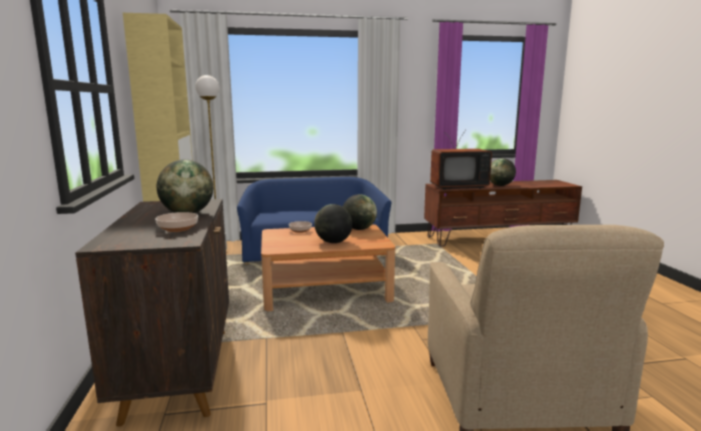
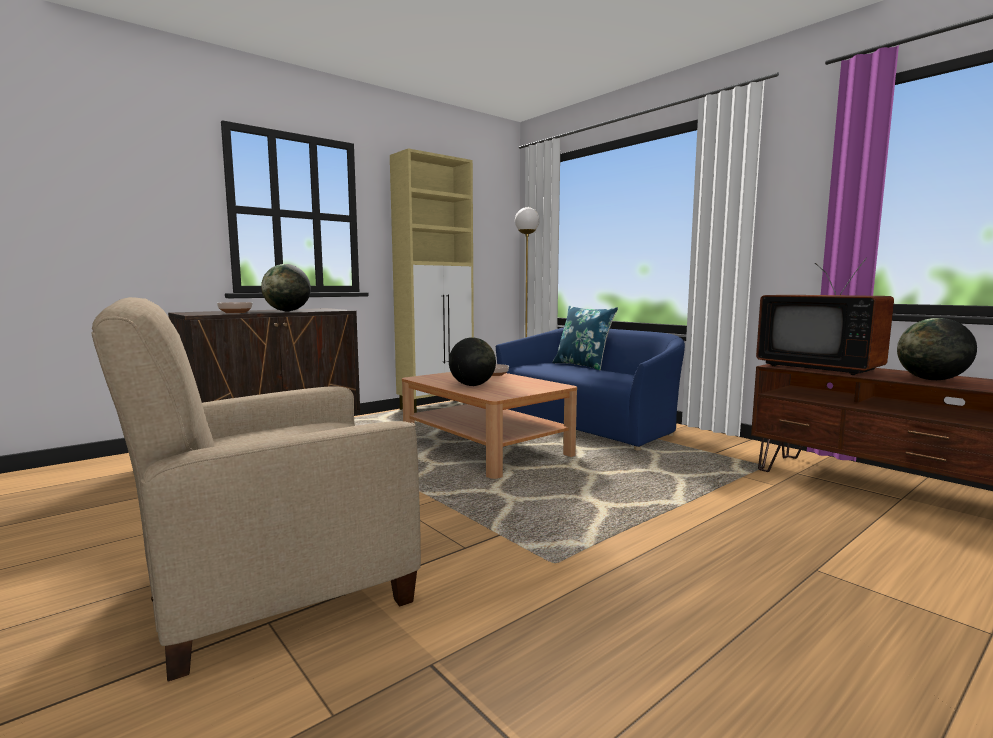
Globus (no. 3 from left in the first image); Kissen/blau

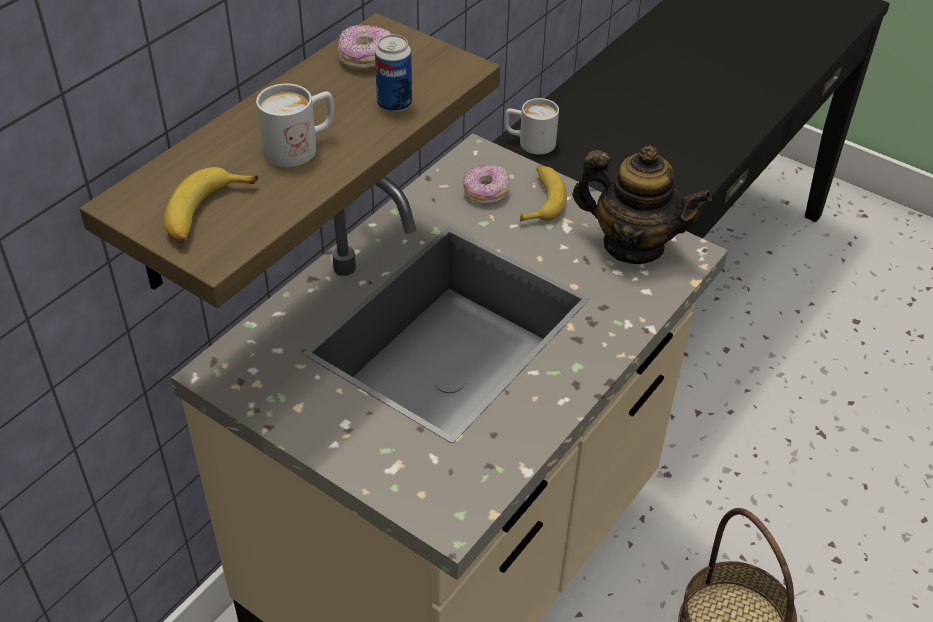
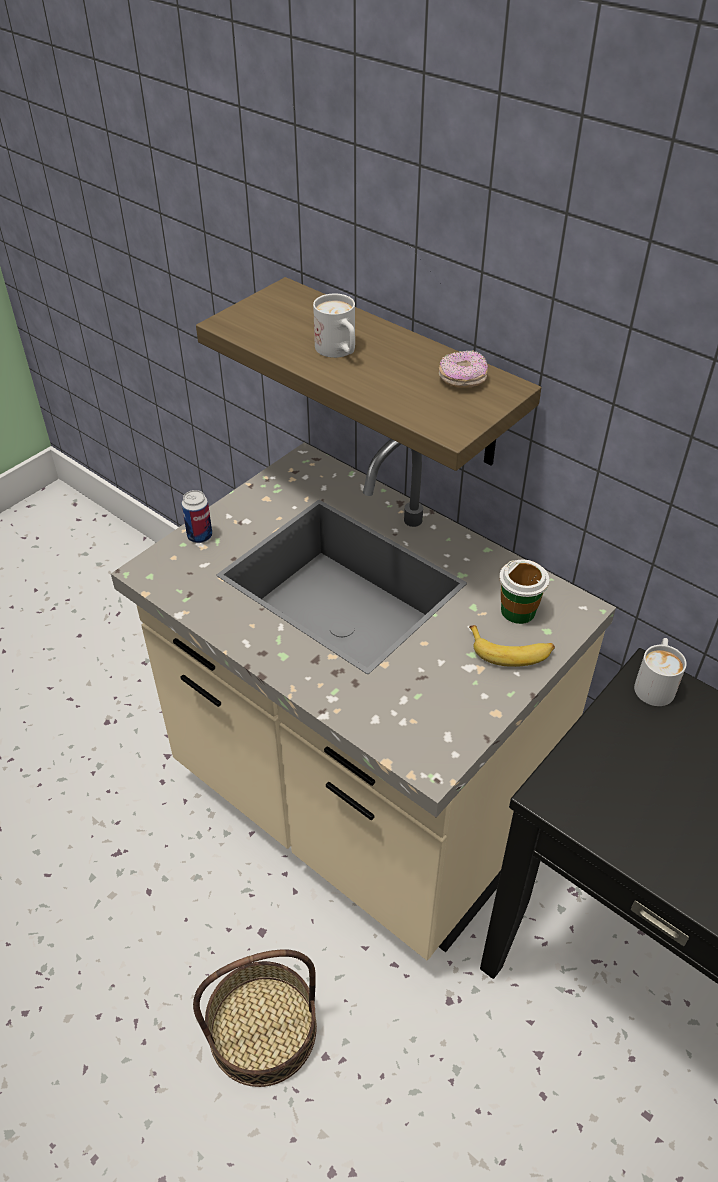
Dose; Teekanne; Tasse; Banane (no. 1 from left in the first image)

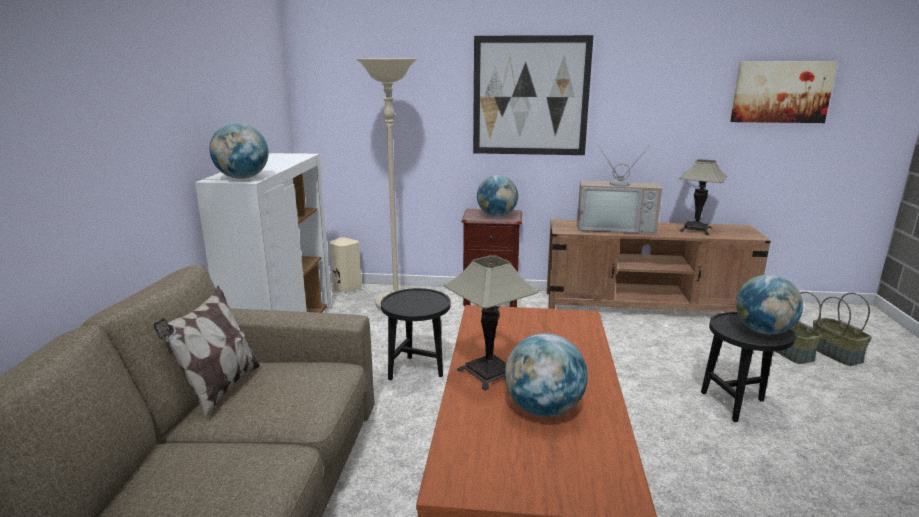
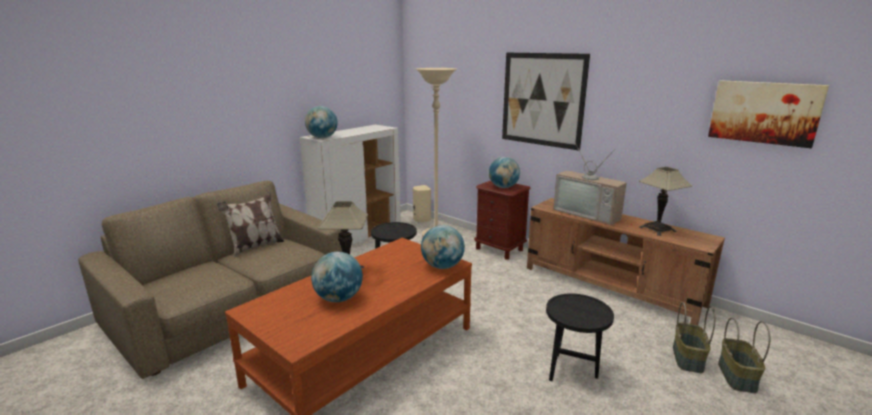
Globus (no. 3 from left)

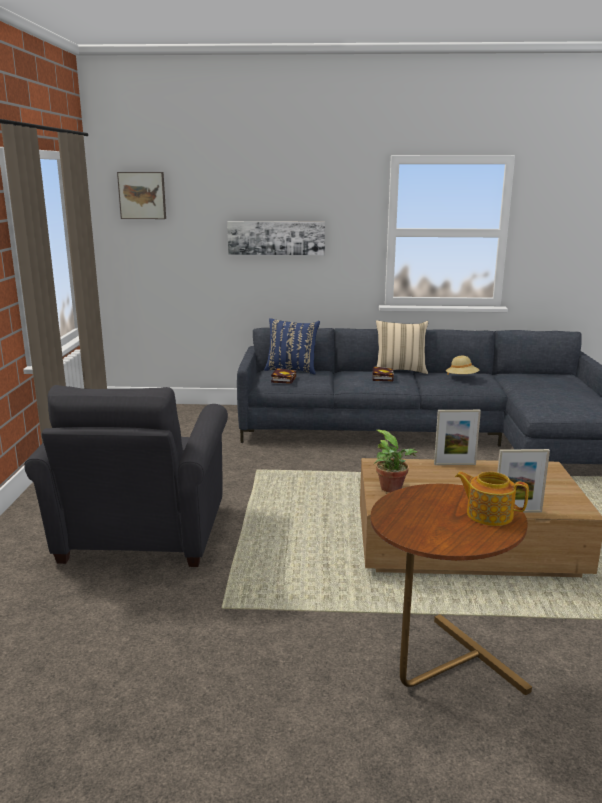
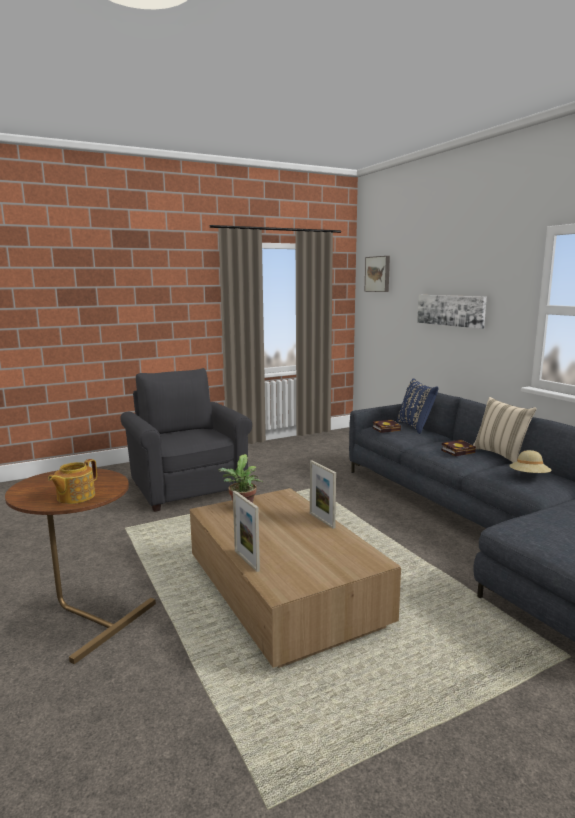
Sessel/grau; Teekanne

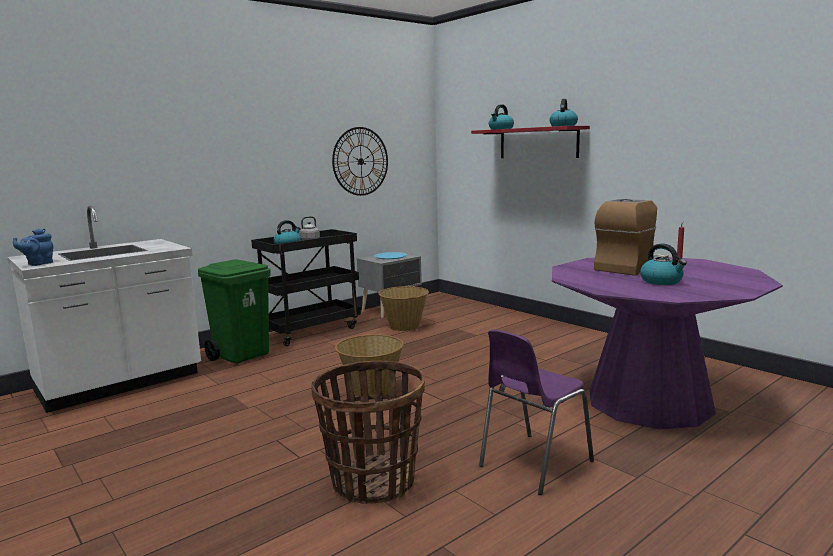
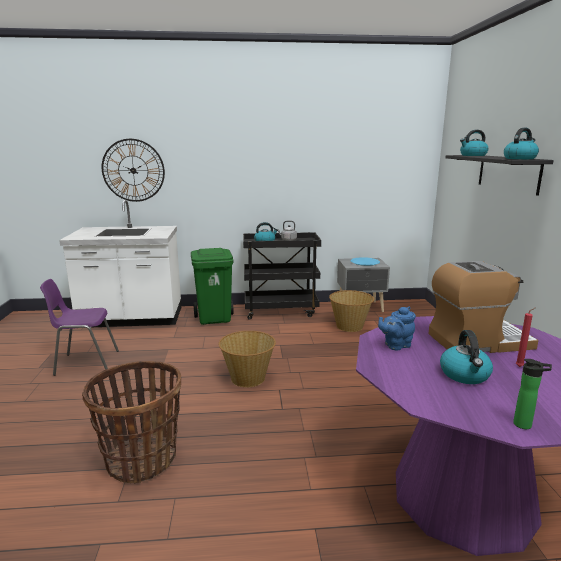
Wandregal/schwarz; Wanduhr; Teekanne/blau; Stuhl/lila; Flasche

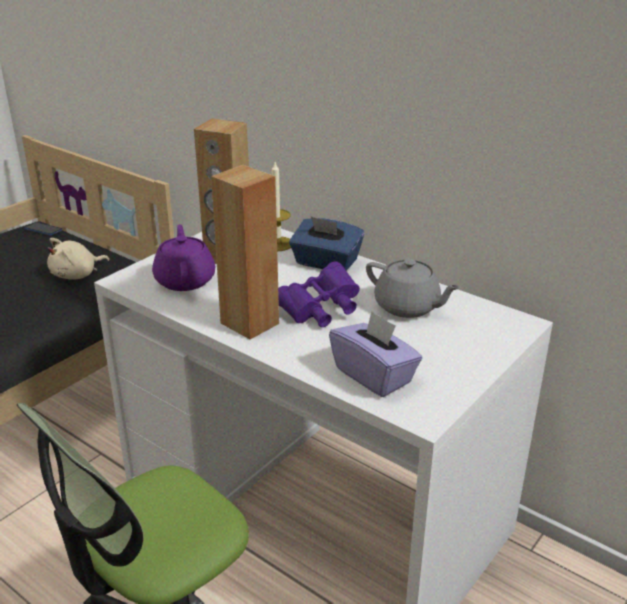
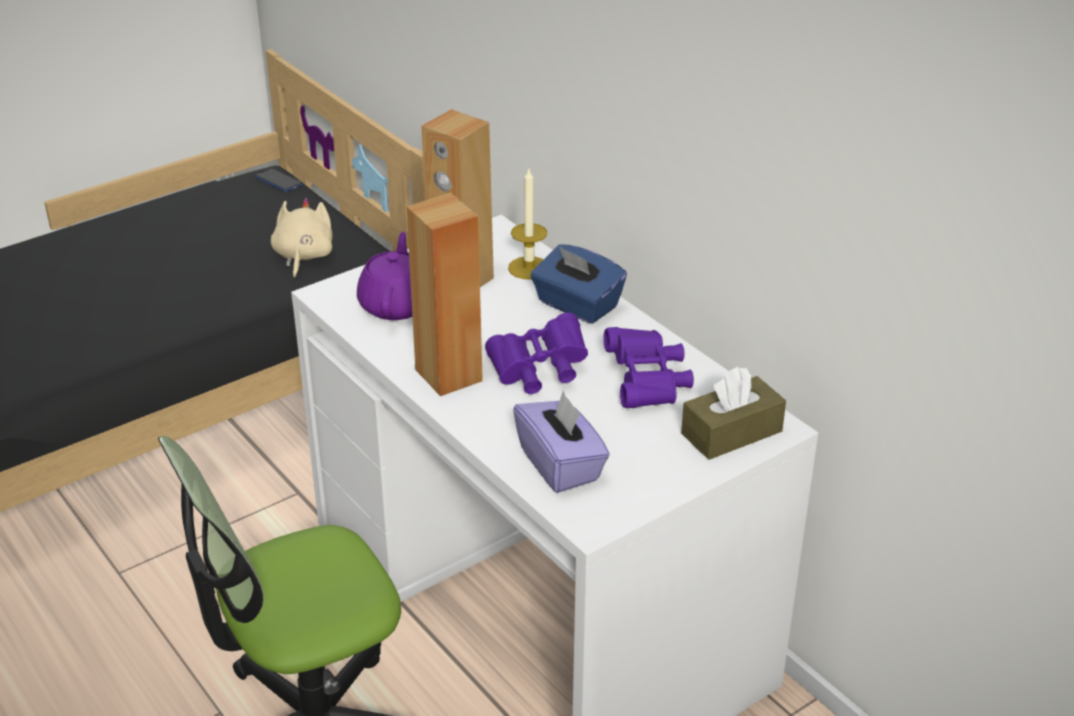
Plüschtier/beige; Fernglas/lila (no. 2 from left); Taschentuchbox/braun

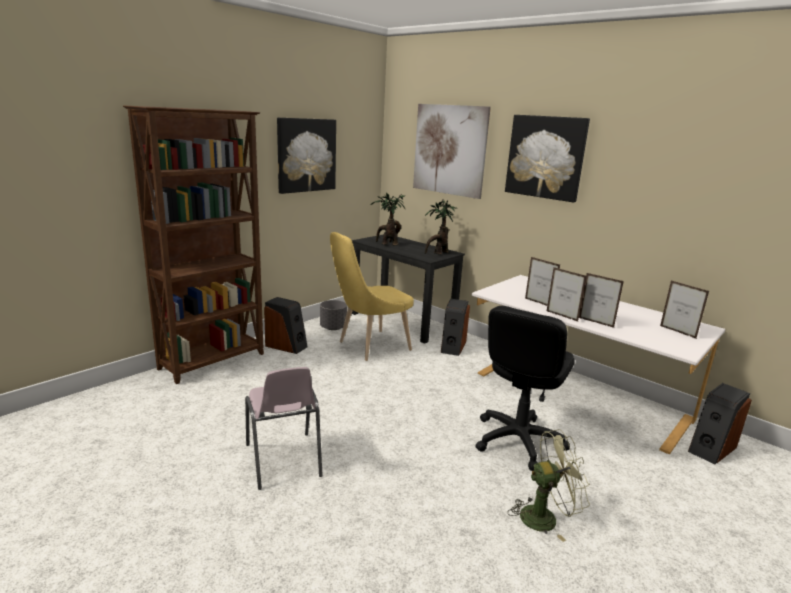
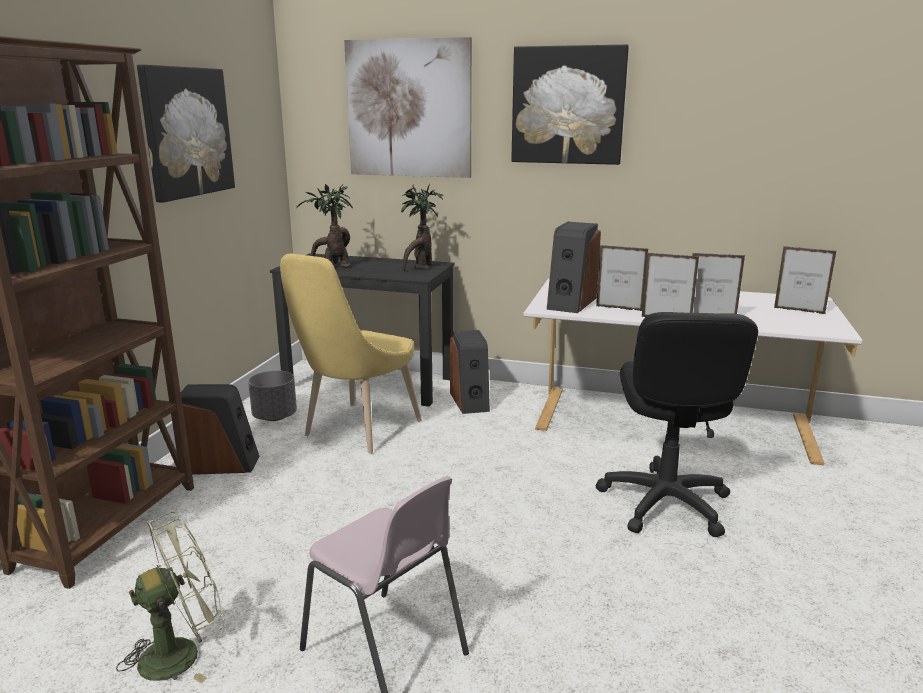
Lautsprecher (no. 3 from left); Ventilator/grün

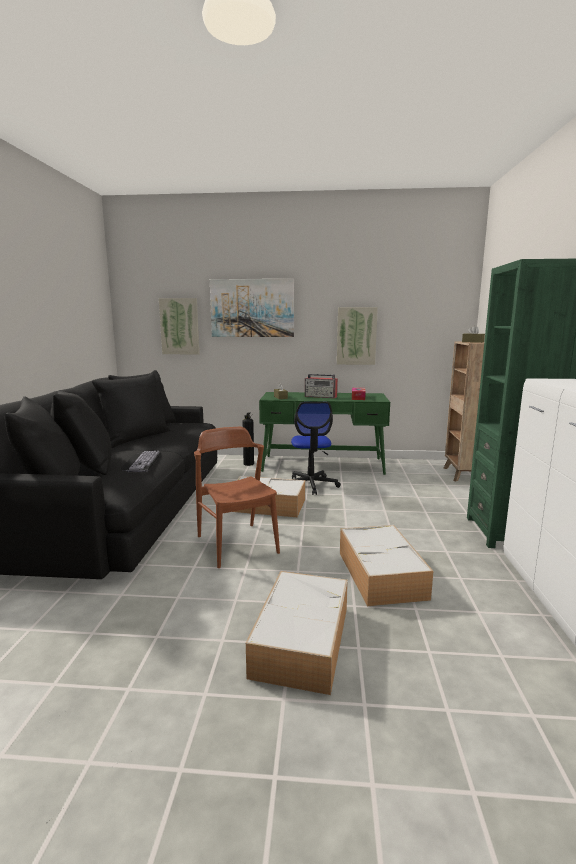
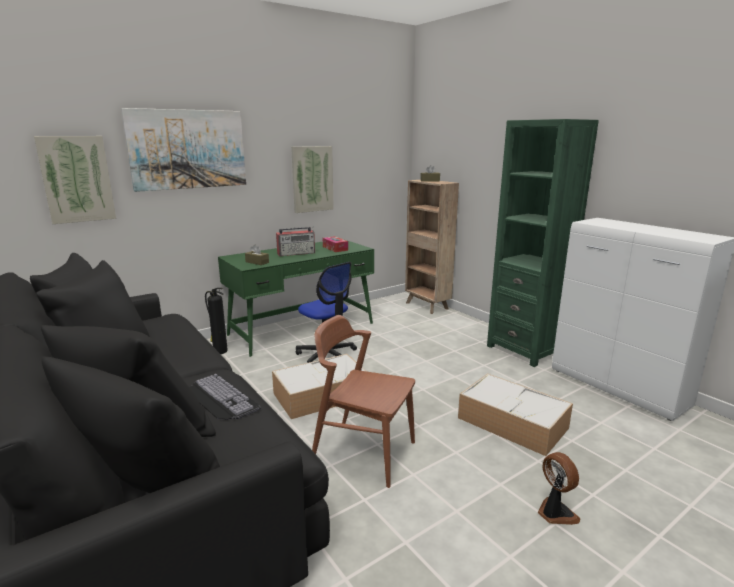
Ventilator

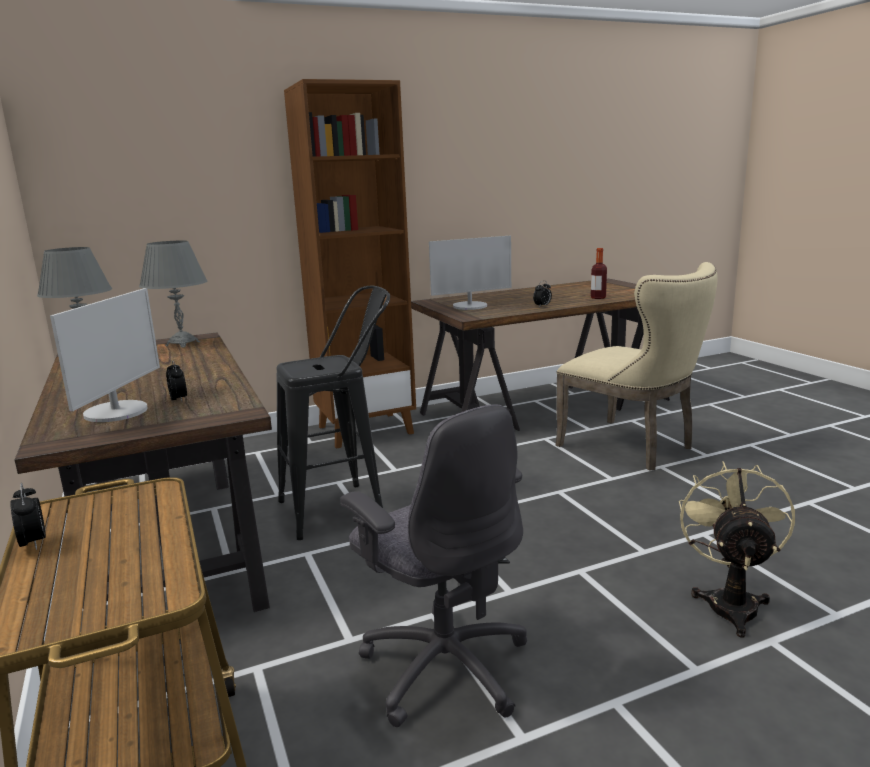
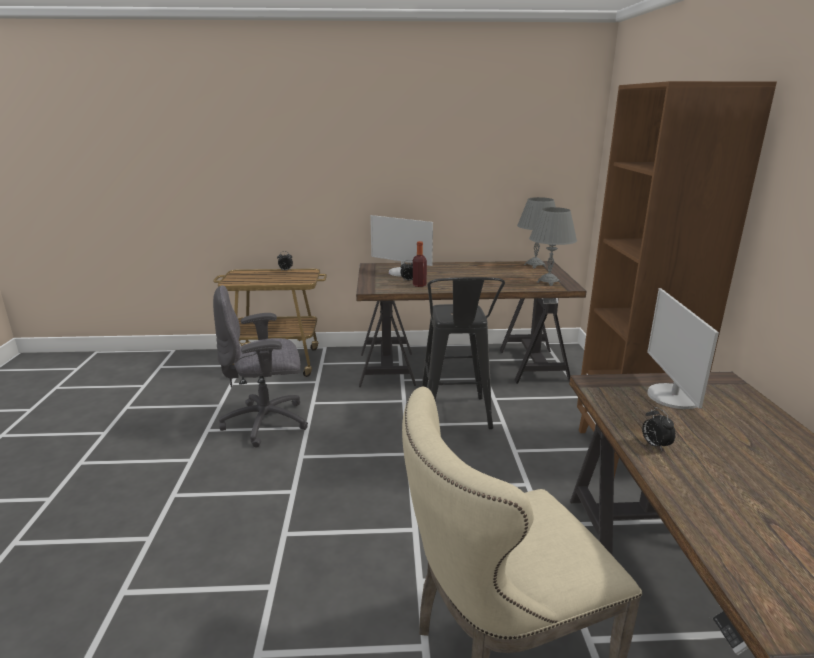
Flasche; Ventilator/beige

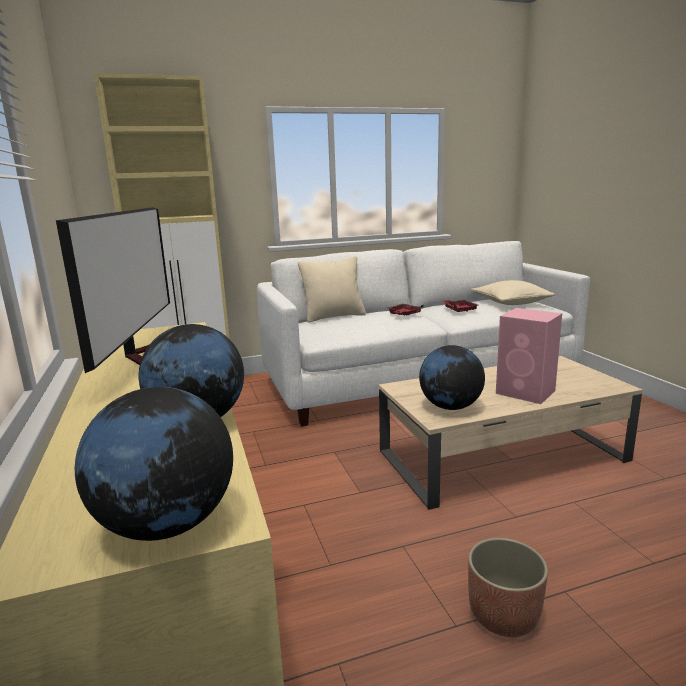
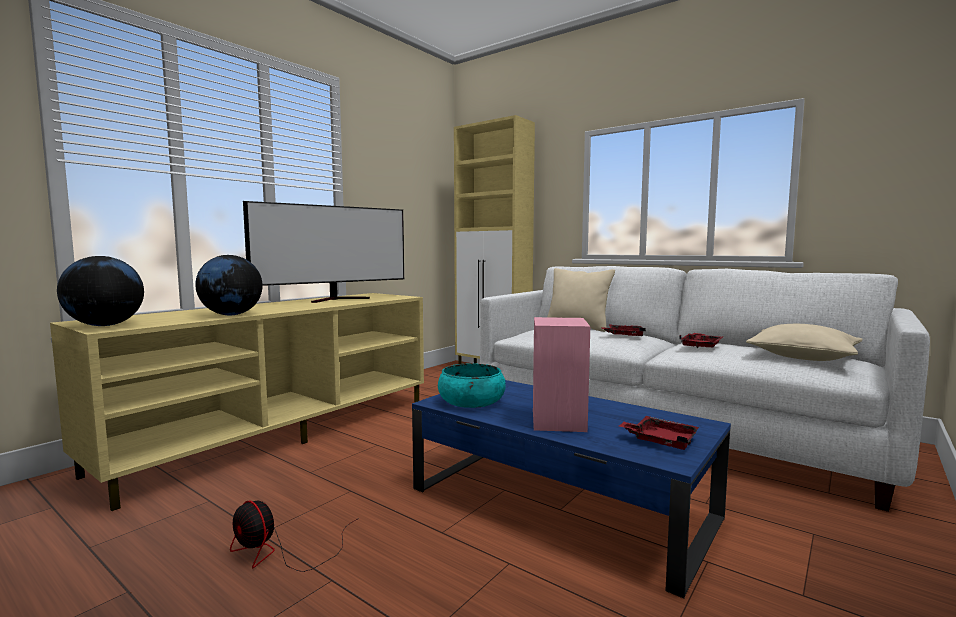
Schüssel/türkis; Couchtisch/blau; Ventilator; Tablett/rot (no. 2 from left)

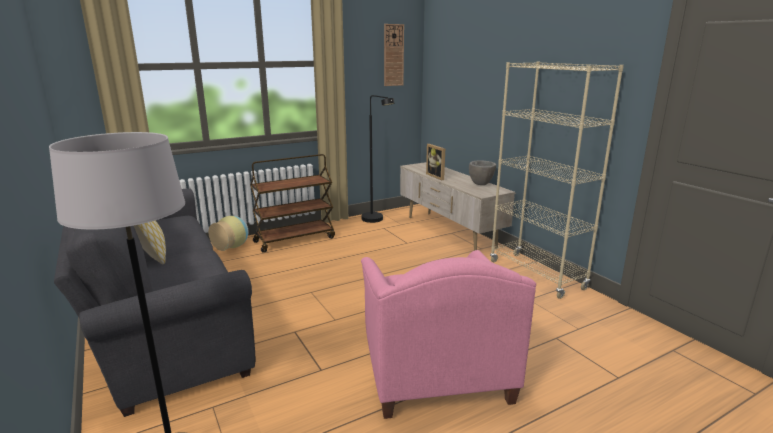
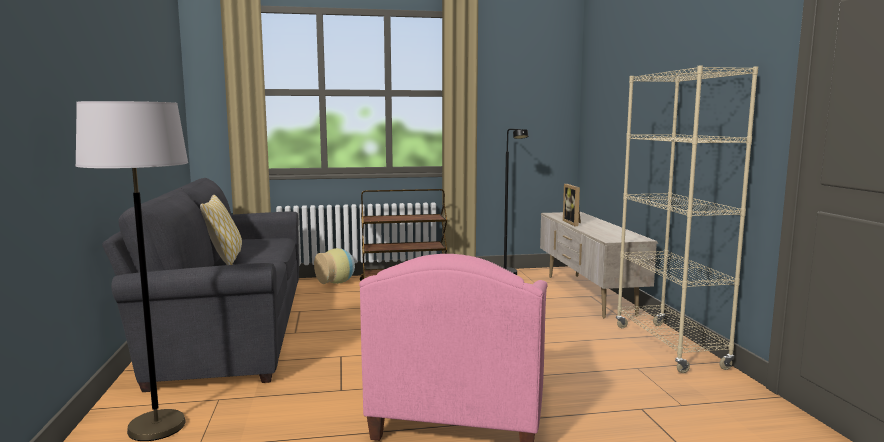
Wanduhr; Schüssel/grau

